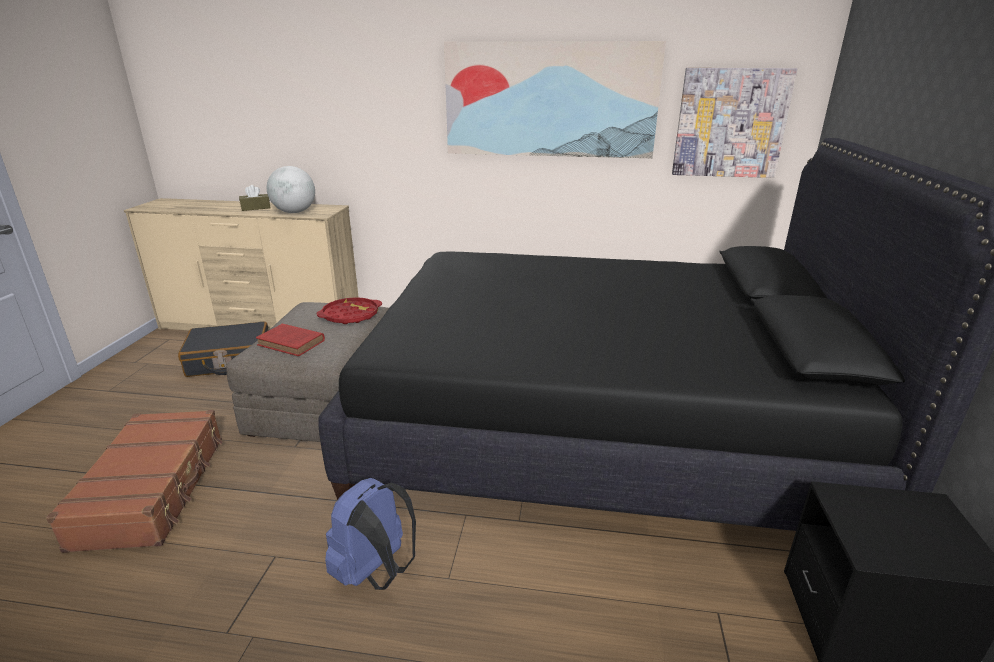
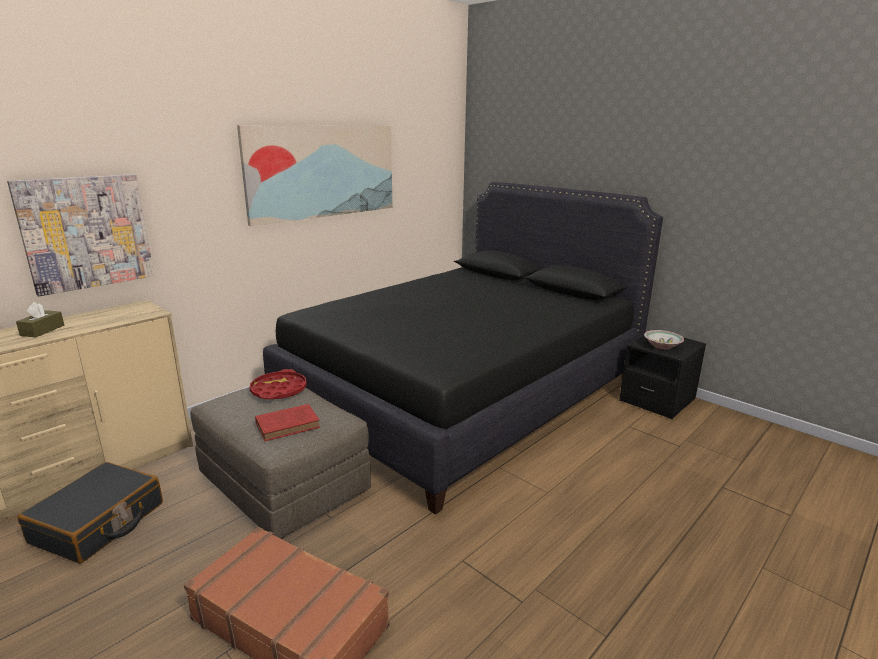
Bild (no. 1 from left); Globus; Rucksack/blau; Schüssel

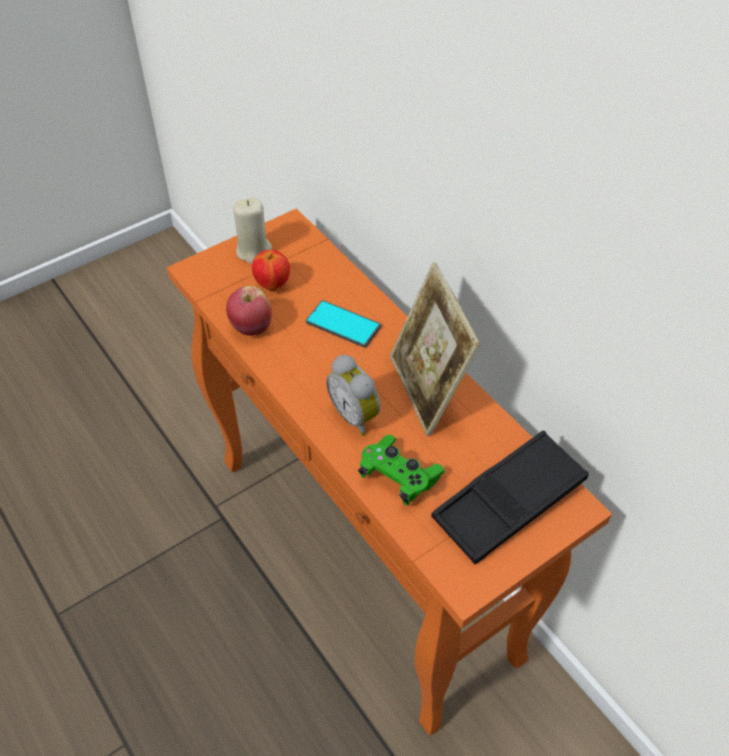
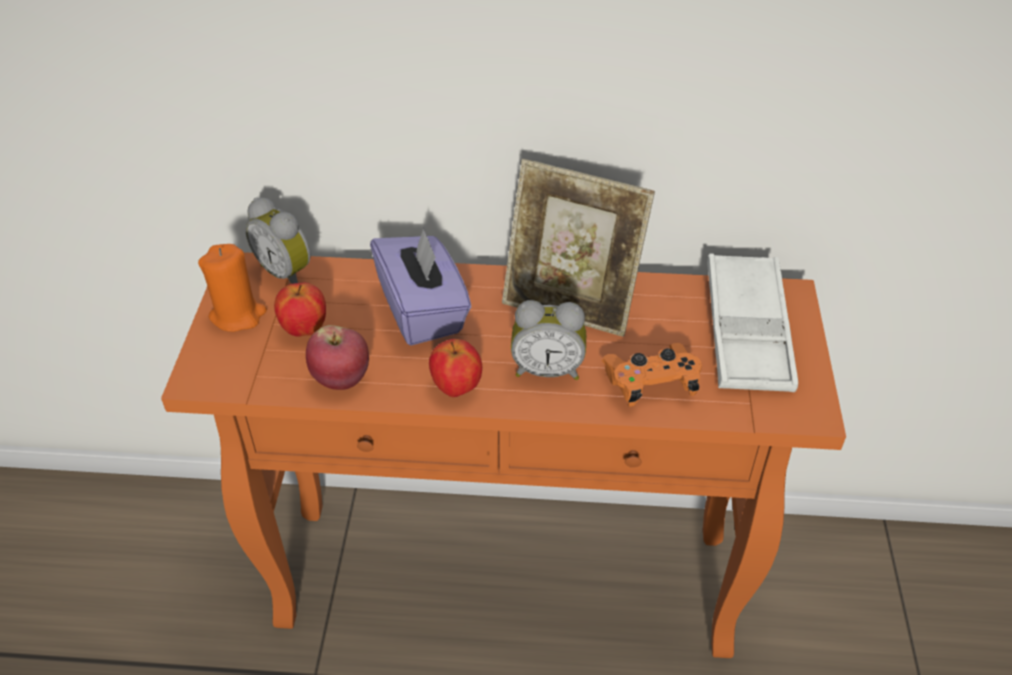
Kerze/orange; Taschentuchbox/lila; Tablett/weiß; Gamepad/orange; Wecker (no. 1 from left); Apfel (no. 3 from left)

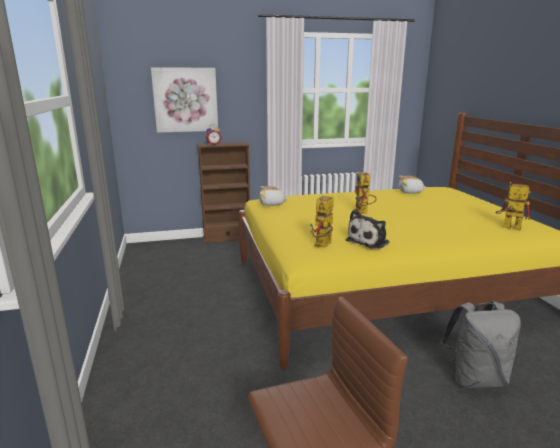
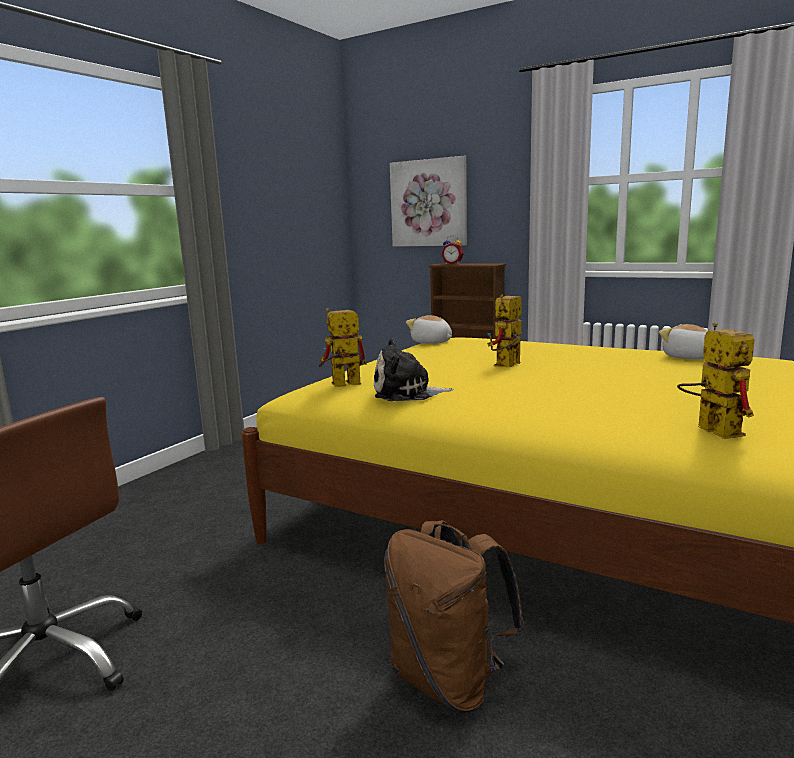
Rucksack/braun

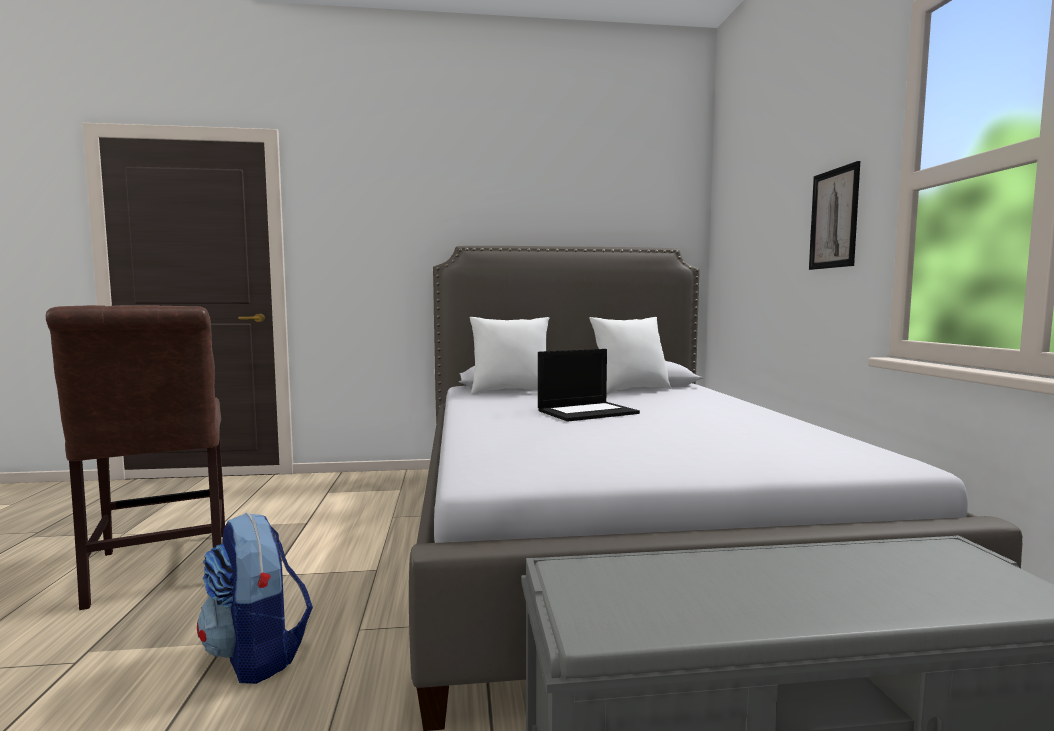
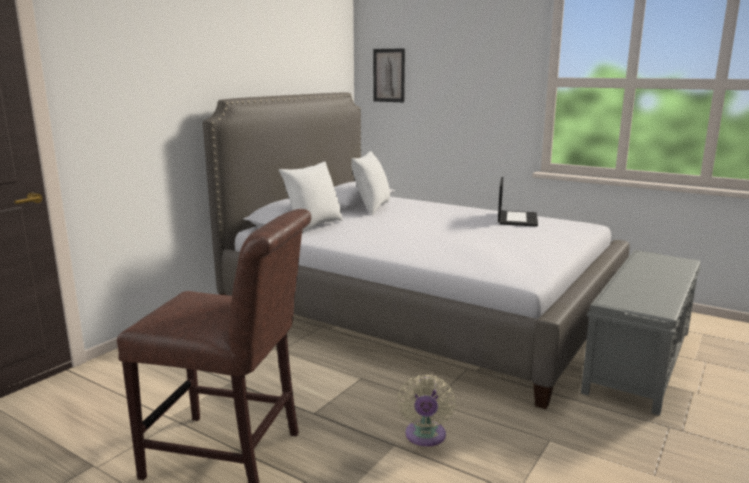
Bild; Laptop; Ventilator/beige

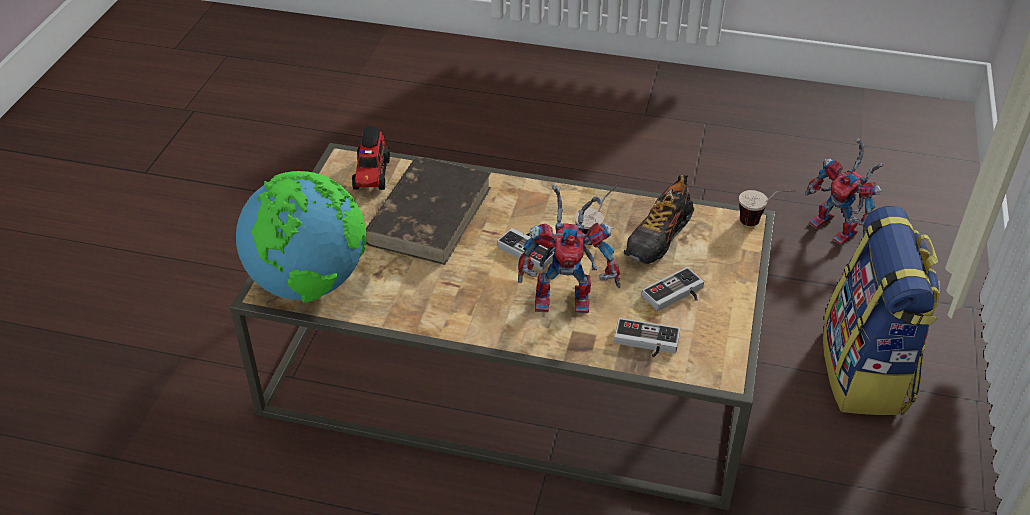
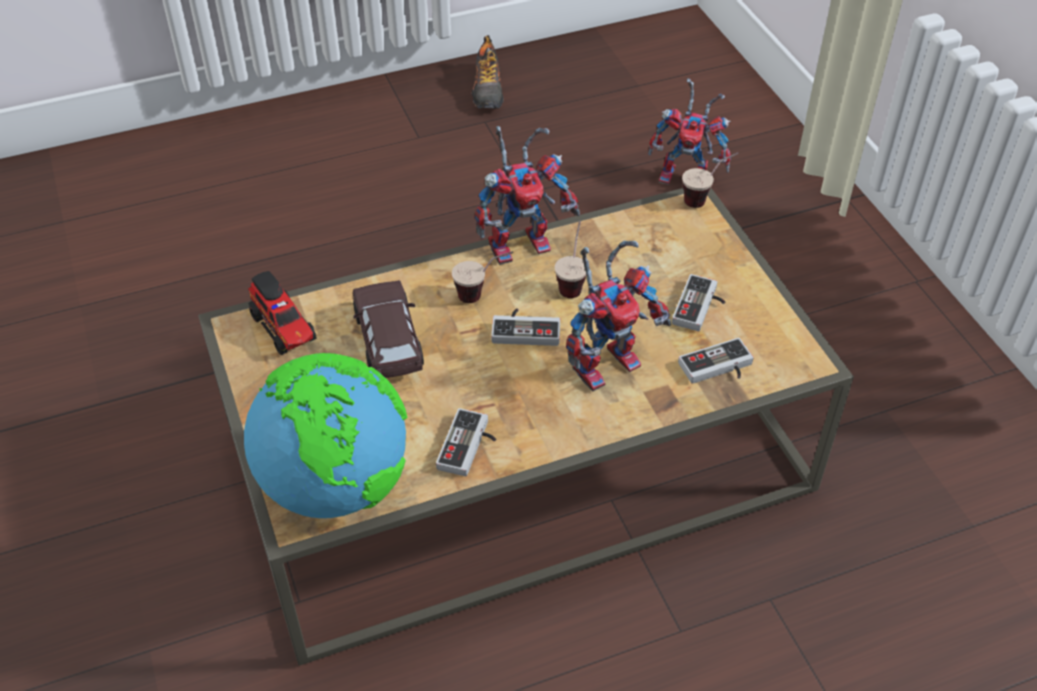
Spielzeugauto/braun; Schuh; Rucksack; Spielzeugroboter (no. 1 from left); Tasse (no. 1 from left); Gamepad (no. 1 from left)

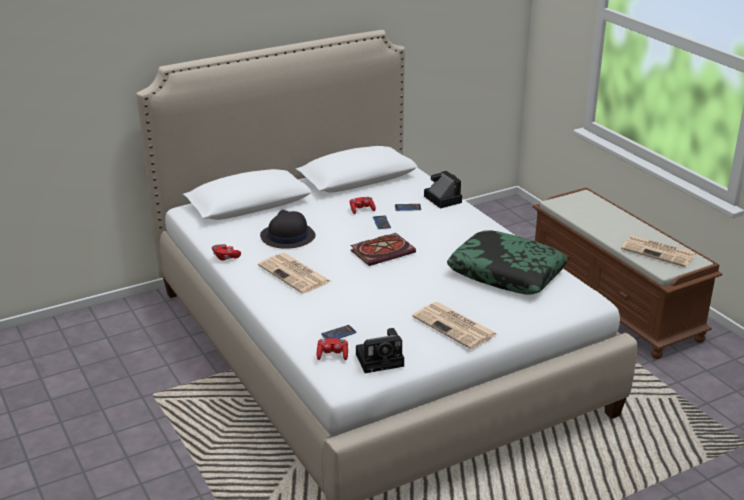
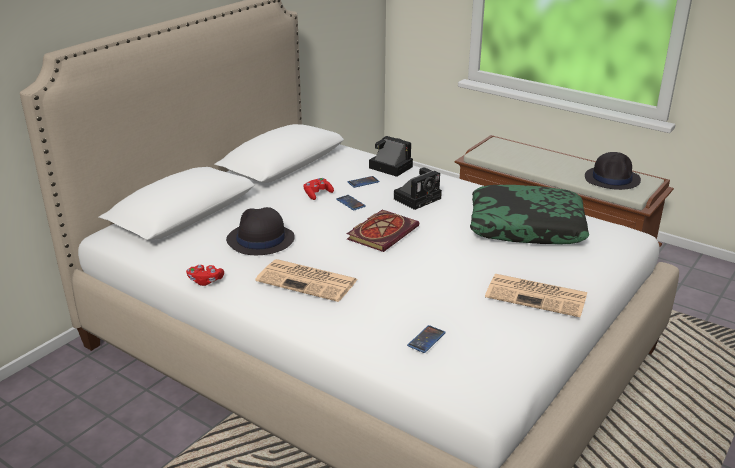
Hut/schwarz (no. 2 from left); Kamera (no. 2 from left); Gamepad/rot (no. 2 from left in the first image)

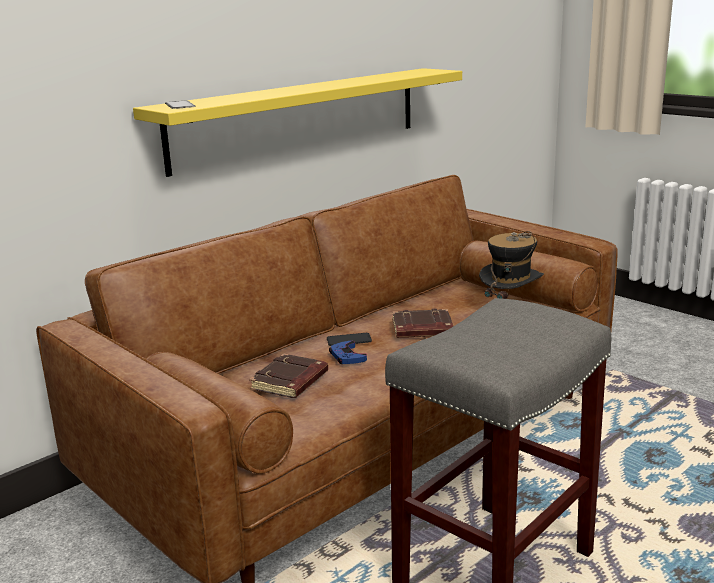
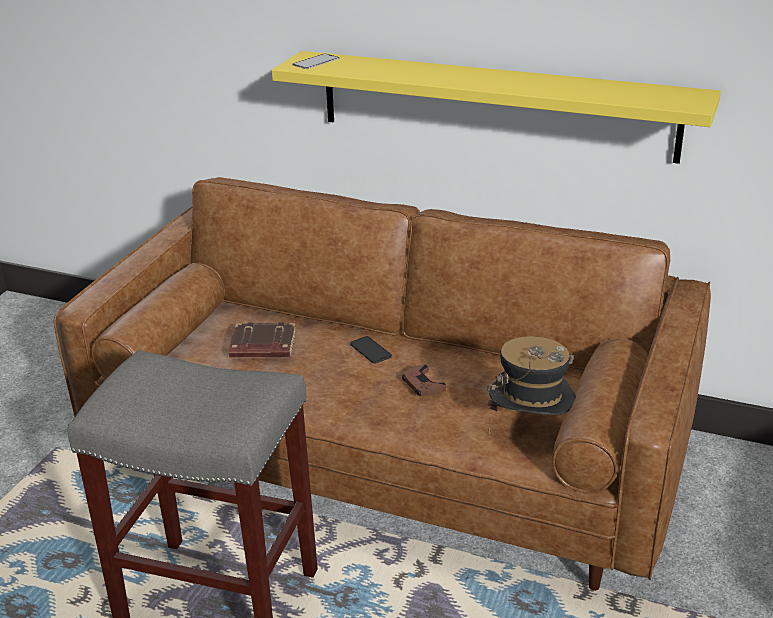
Gamepad/braun; Gamepad/blau

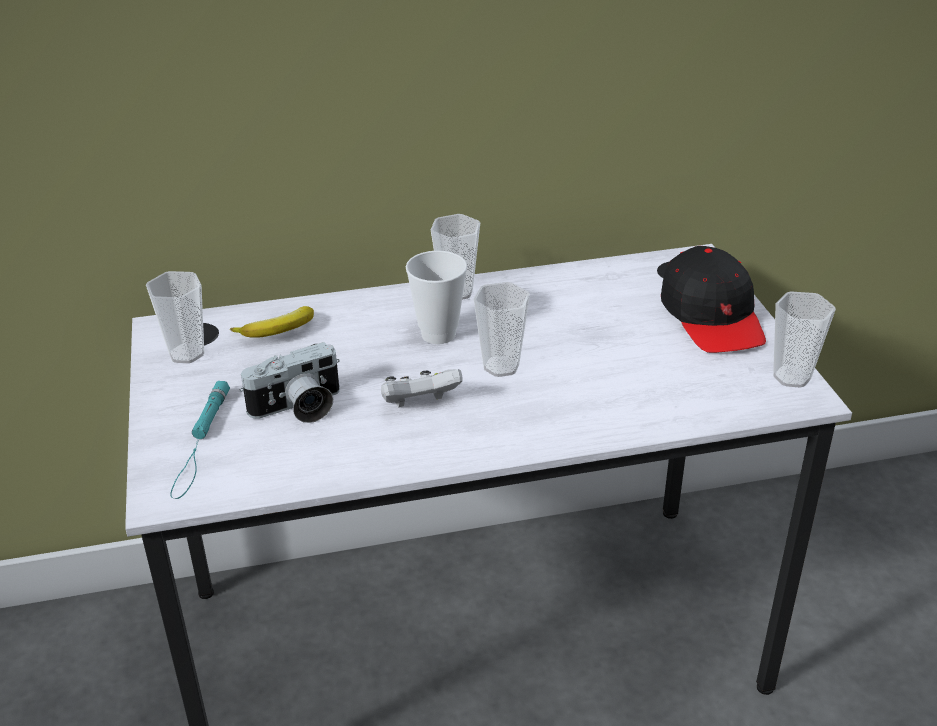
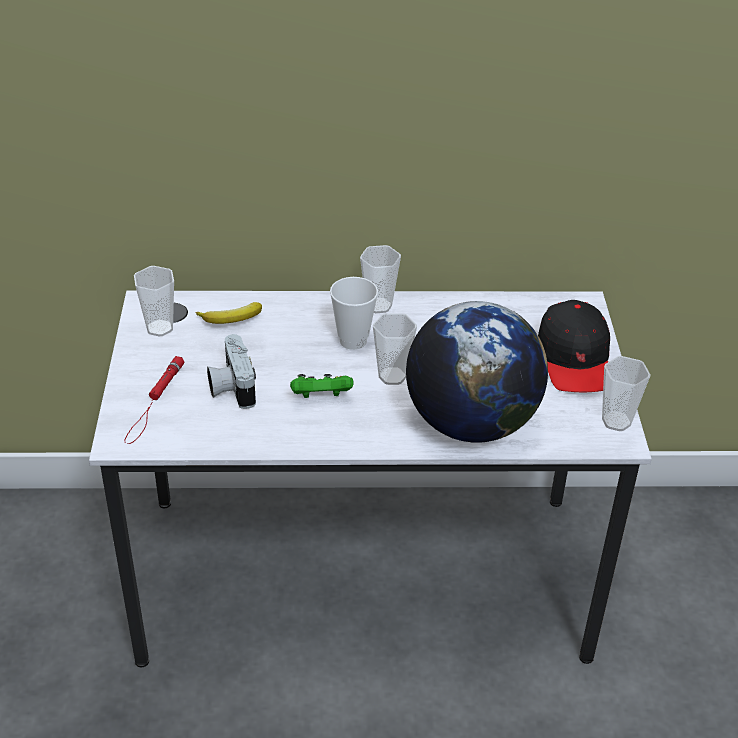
Kamera; Gamepad/grün; Taschenlampe/rot; Globus

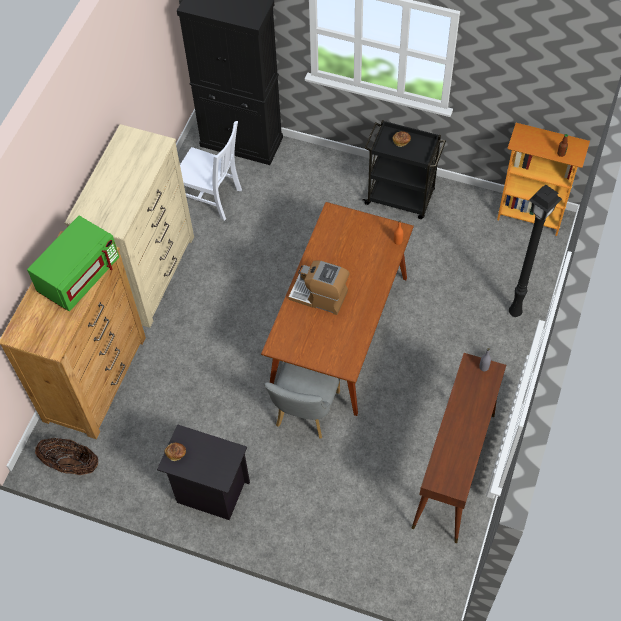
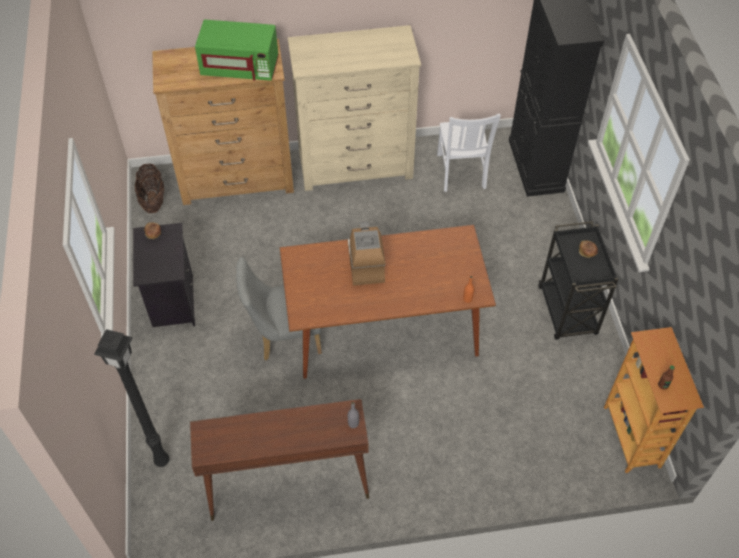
Stehlampe/schwarz

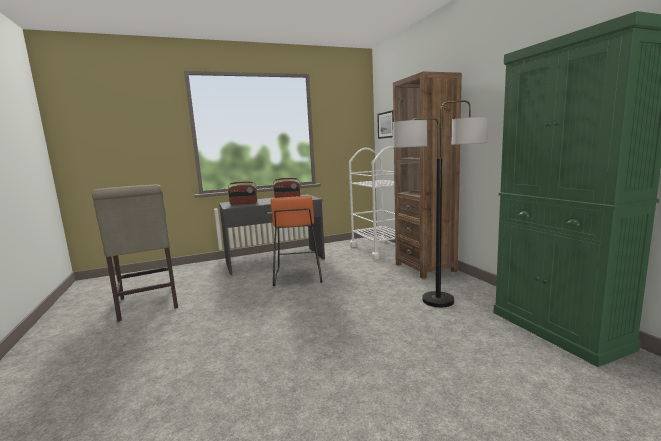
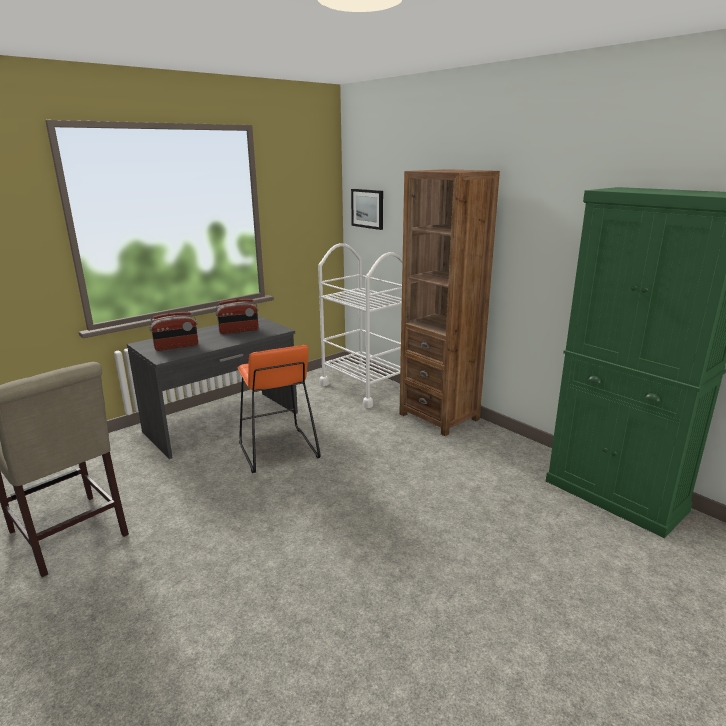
Stehlampe

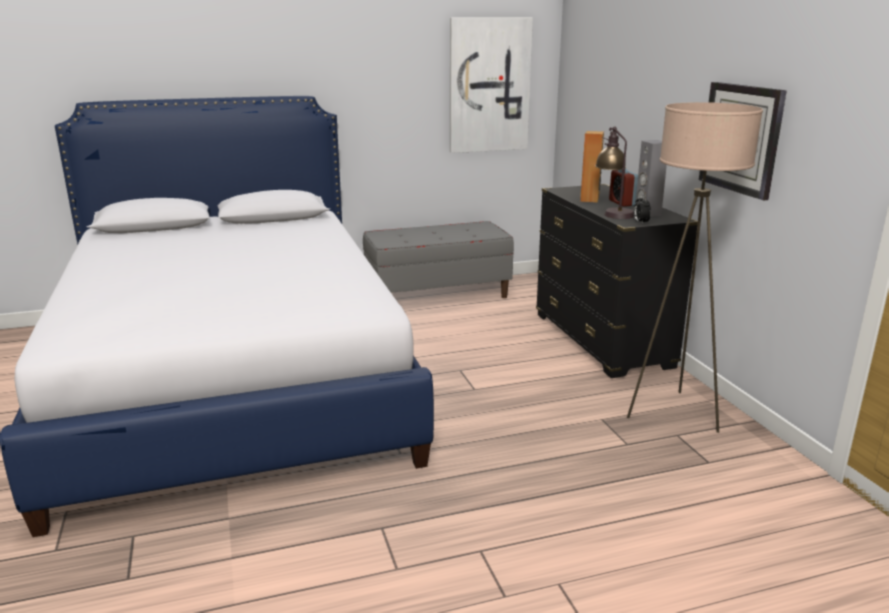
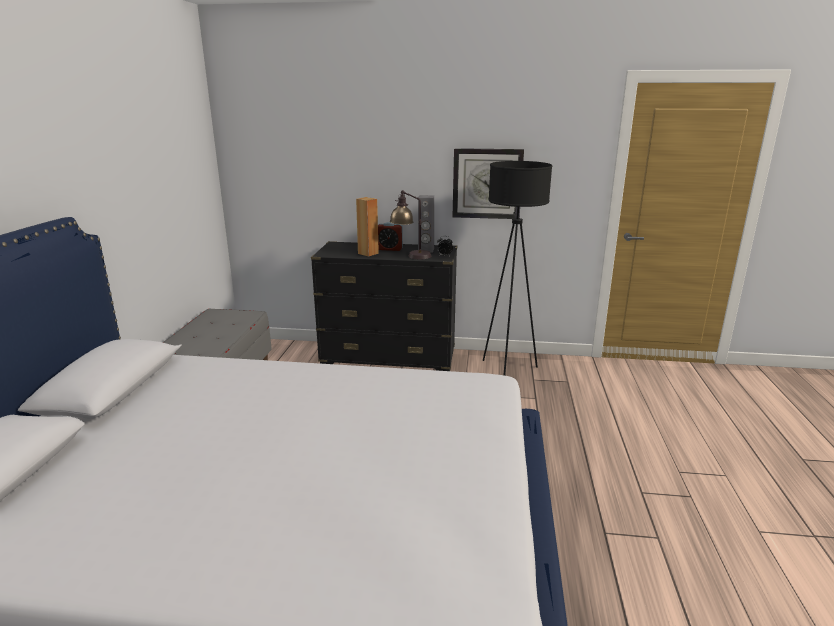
Bild; Stehlampe/schwarz

